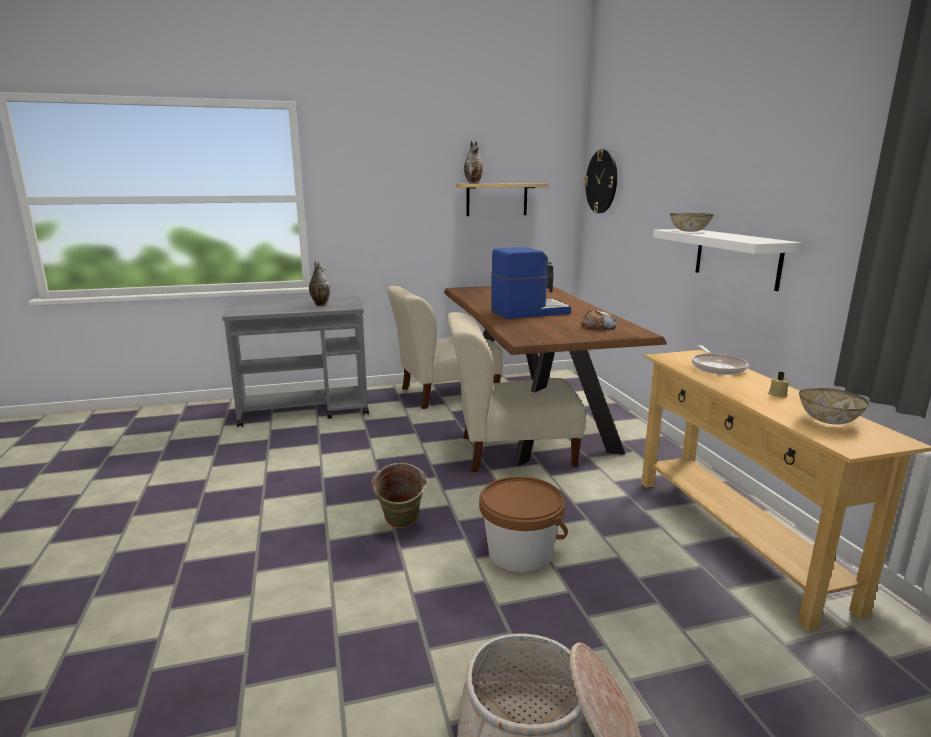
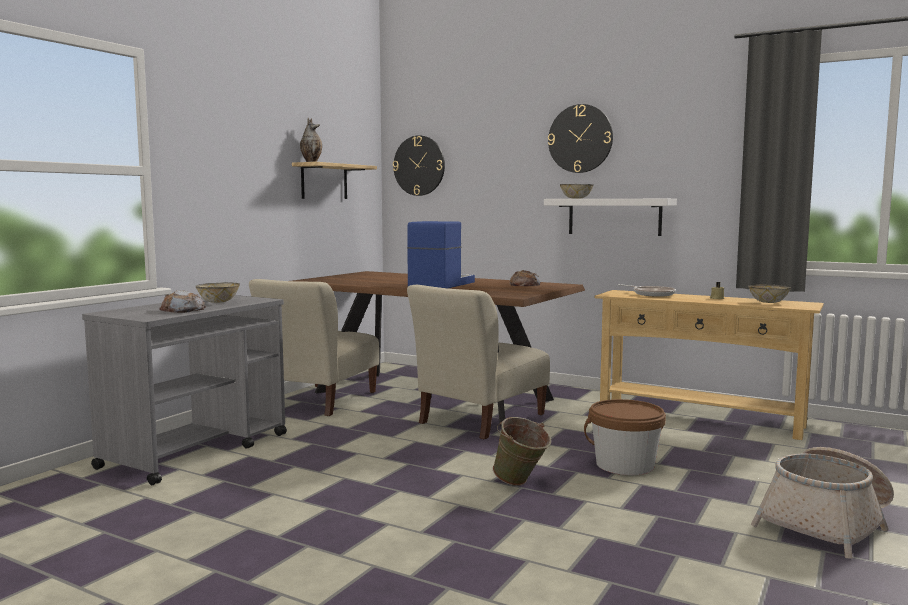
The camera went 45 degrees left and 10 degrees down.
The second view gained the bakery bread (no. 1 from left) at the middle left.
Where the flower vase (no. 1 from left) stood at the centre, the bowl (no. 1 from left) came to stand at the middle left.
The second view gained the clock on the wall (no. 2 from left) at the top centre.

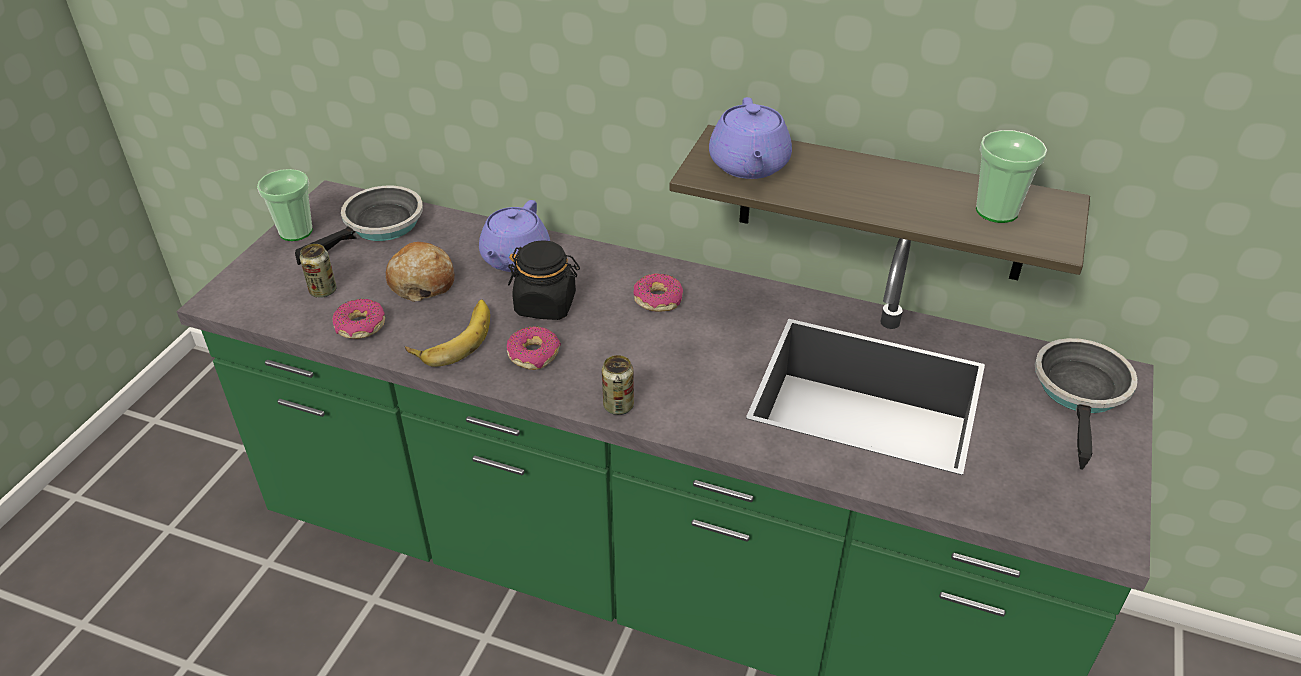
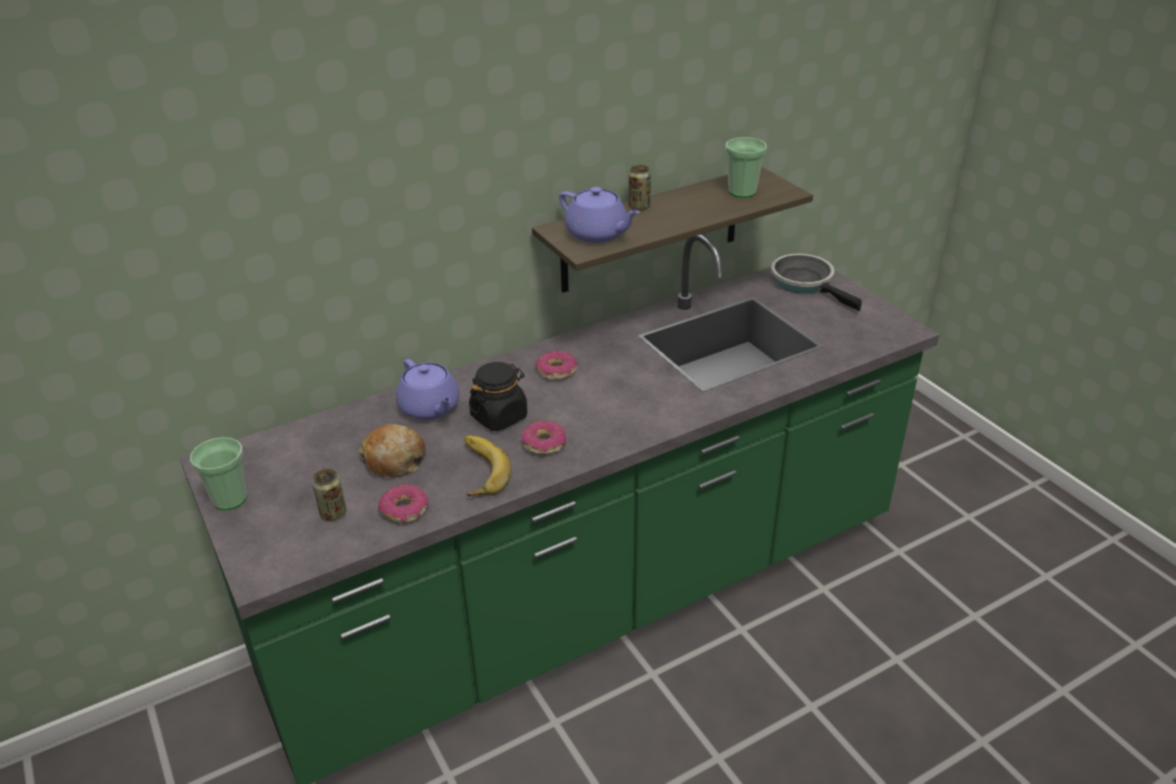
The camera went 50 degrees left and 5 degrees down.
The can (no. 2 from left) ended up elsewhere, having gone from the centre to the top centre.
The second view lost the pan (no. 1 from left) at the top left.

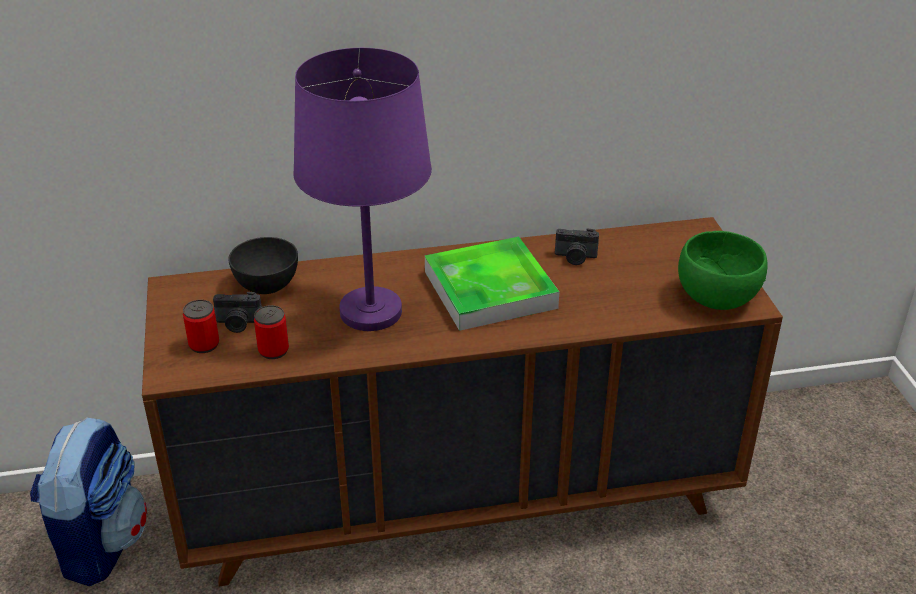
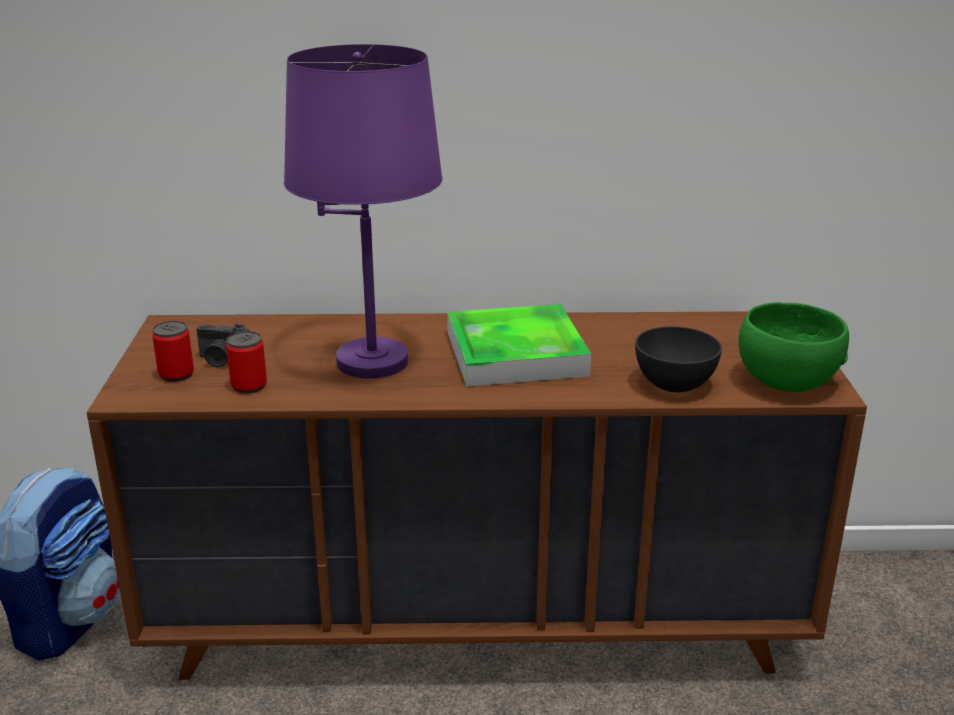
The camera went 10 degrees right and 10 degrees down.
The grey bowl ended up elsewhere, having gone from the middle left to the middle right.
The second view lost the still camera (no. 2 from left) at the centre.

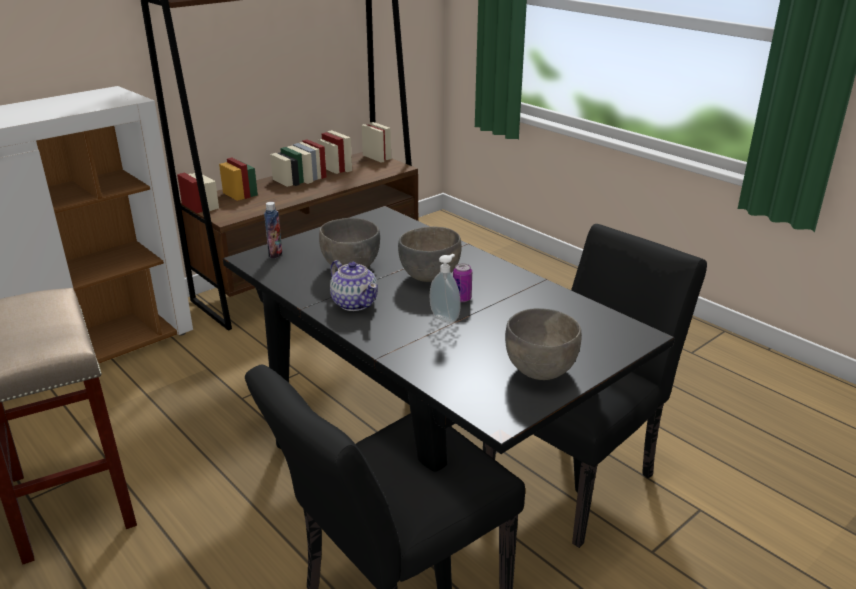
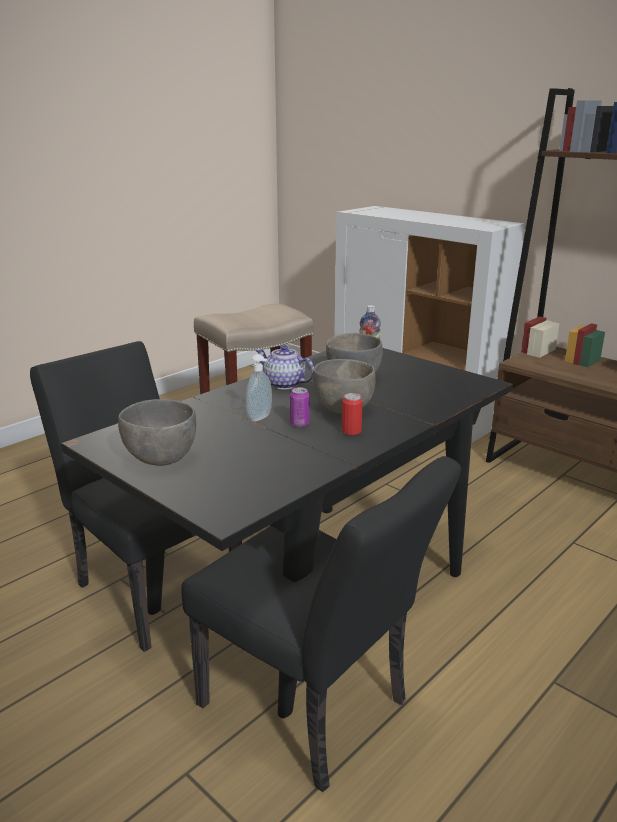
The camera went 85 degrees right and 5 degrees down.
The pot for tea at the centre ended up facing another way, 75 degrees clockwise from before.
The second view gained the can (no. 2 from left) at the centre.

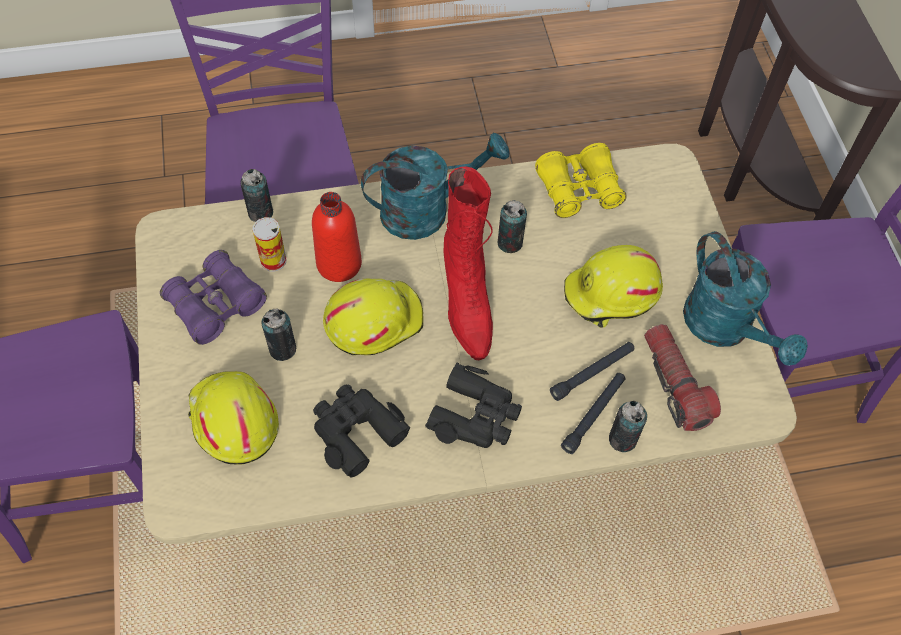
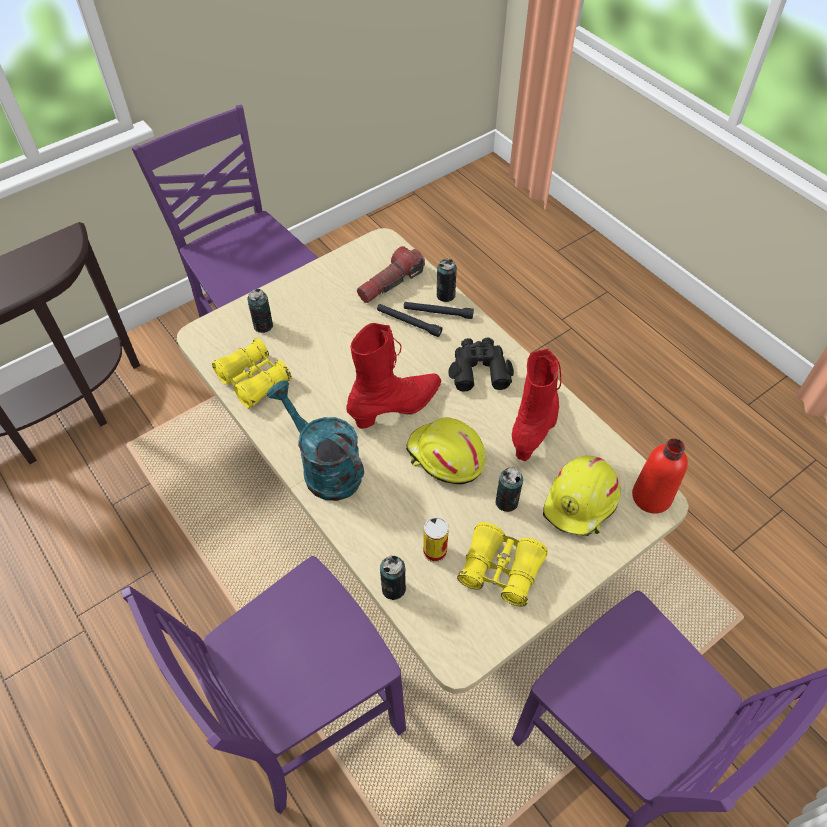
The camera went 115 degrees left and 5 degrees down.
The can (no. 4 from left in the first image) ended up elsewhere, having gone from the centre to the middle left.
What was the purple-coloured pair of binoculars at the middle left turned into the yellow pair of binoculars (no. 2 from left) at the bottom centre.
Where the blackish pair of binoculars (no. 1 from left) stood at the bottom centre, the reddish boot (no. 2 from left) came to stand at the centre.
The reddish drink bottle ended up elsewhere, having gone from the centre to the middle right.
The second view lost the yellow hard hat (no. 3 from left) at the middle right.
The second view lost the turquoise watering can (no. 2 from left) at the middle right.

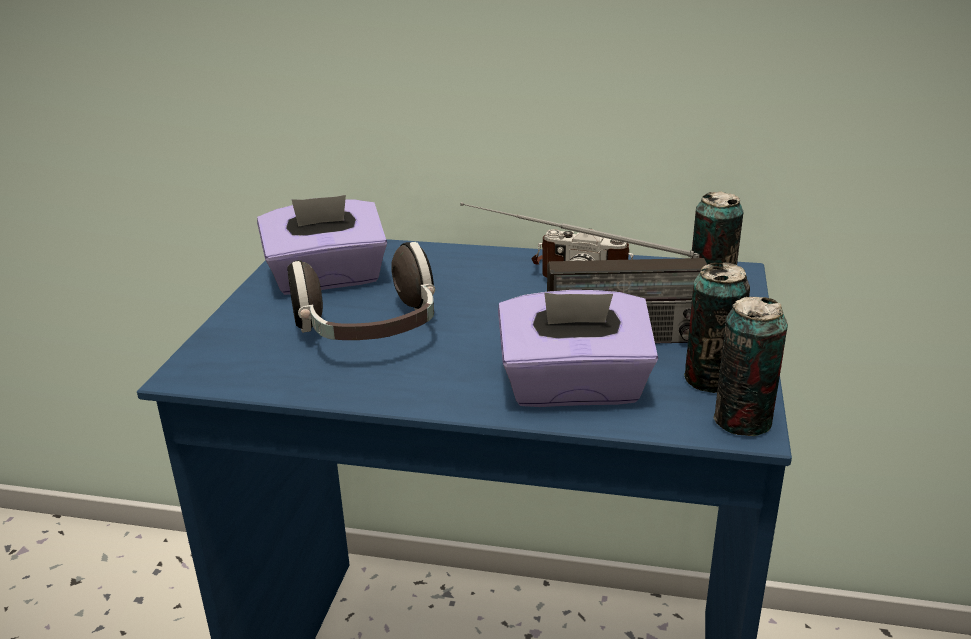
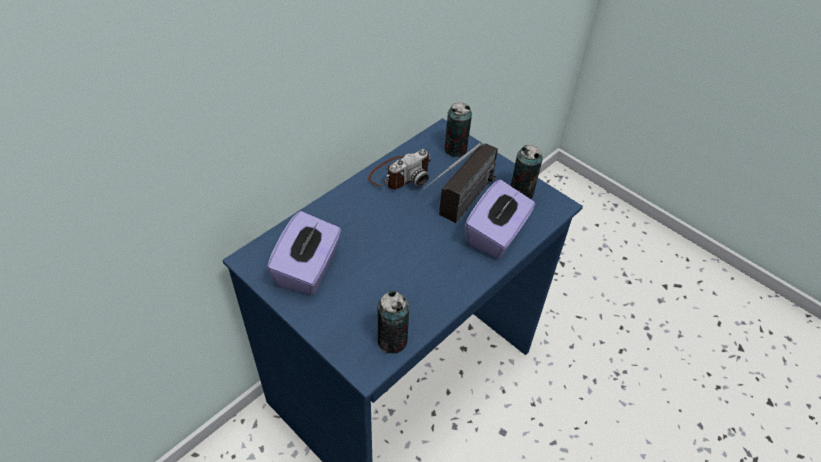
The camera went 60 degrees left and 20 degrees up.
The can (no. 3 from left in the first image) ended up elsewhere, having gone from the middle right to the bottom centre.
The second view lost the headphones at the centre.

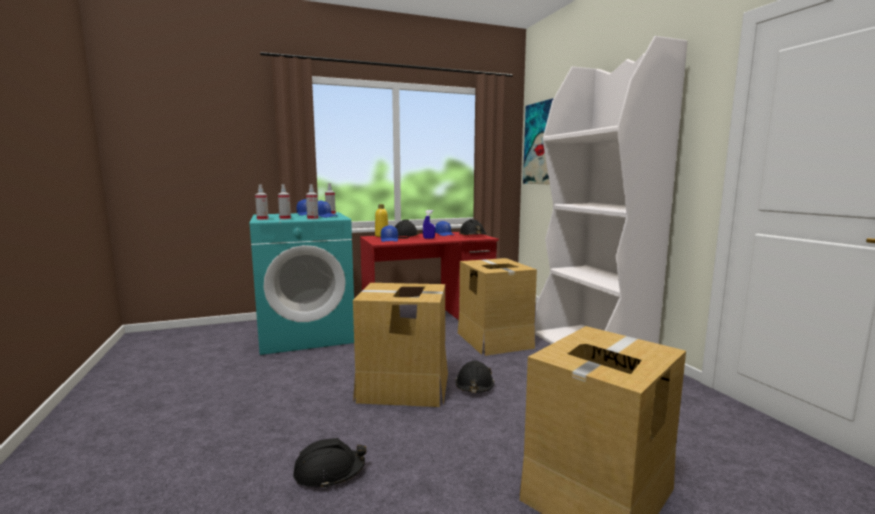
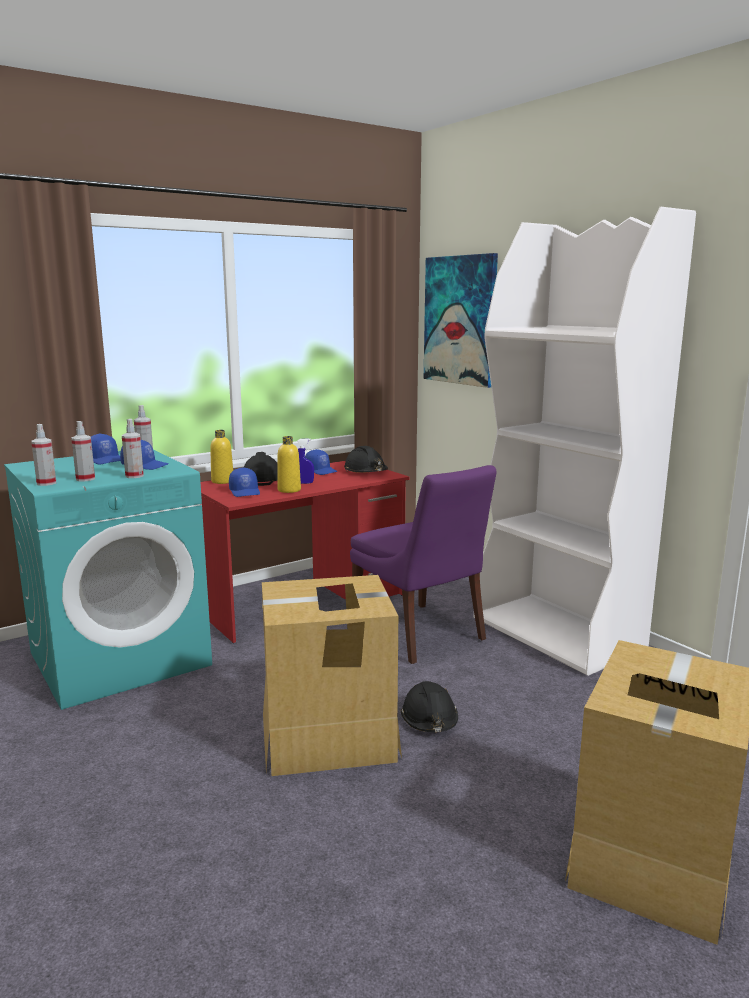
The camera went 15 degrees left and 5 degrees up.
The second view gained the yellow drink bottle (no. 2 from left) at the centre.
Where the packing box (no. 2 from left) stood at the centre, the purple-coloured plain chair came to stand at the centre.
The second view lost the blackish hard hat (no. 1 from left) at the bottom centre.

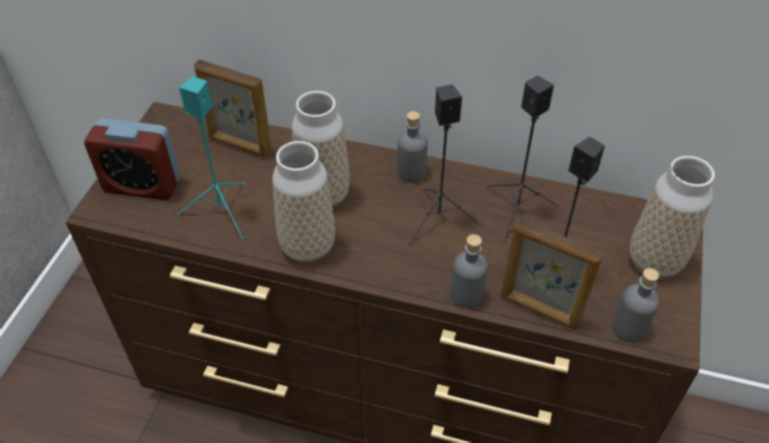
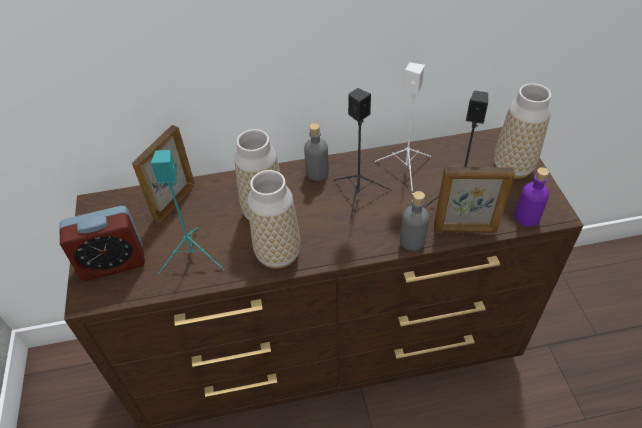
The camera went 25 degrees left and 0 degrees up.
The photo frame (no. 1 from left) at the top left ended up facing another way, 120 degrees clockwise from before.
What was the blackish loudspeaker (no. 2 from left) at the middle right turned into the whitish loudspeaker at the top centre.
What was the grey drink bottle (no. 3 from left) at the bottom right turned into the purple-coloured drink bottle at the middle right.

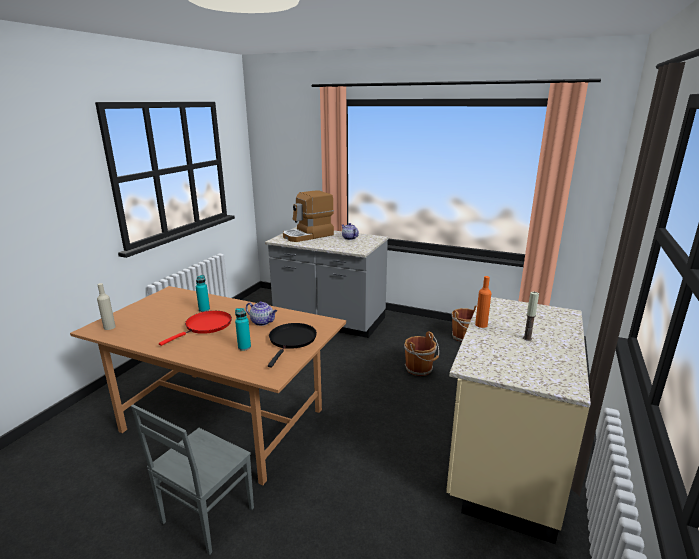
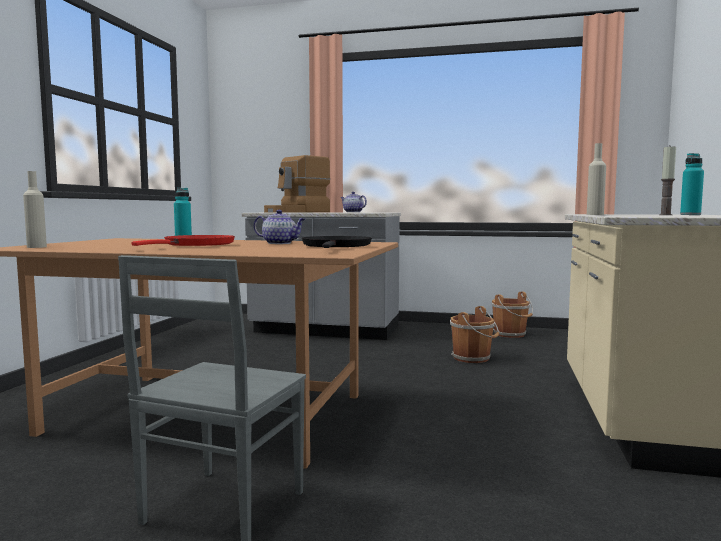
The camera went 10 degrees left and 15 degrees down.
What was the orange drink bottle at the middle right turned into the beige-coloured drink bottle (no. 2 from left) at the top right.
The turquoise drink bottle (no. 2 from left) ended up elsewhere, having gone from the centre to the middle right.

